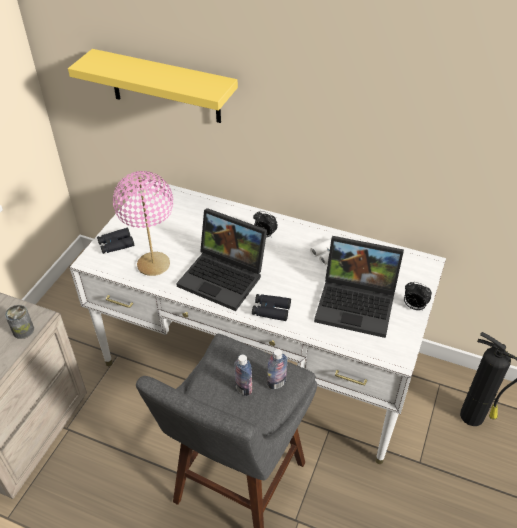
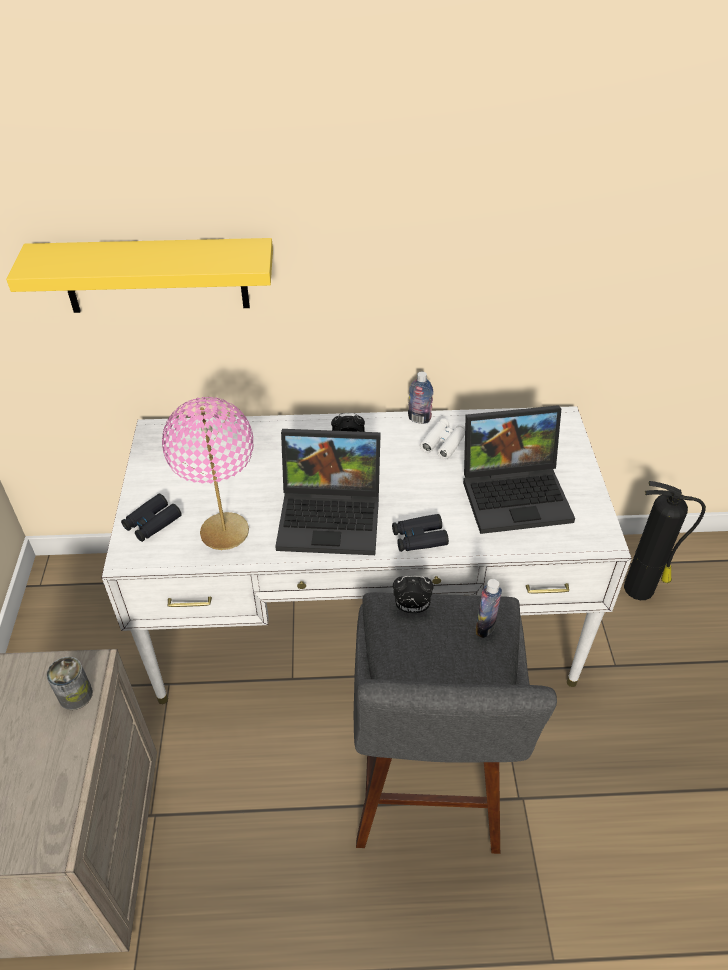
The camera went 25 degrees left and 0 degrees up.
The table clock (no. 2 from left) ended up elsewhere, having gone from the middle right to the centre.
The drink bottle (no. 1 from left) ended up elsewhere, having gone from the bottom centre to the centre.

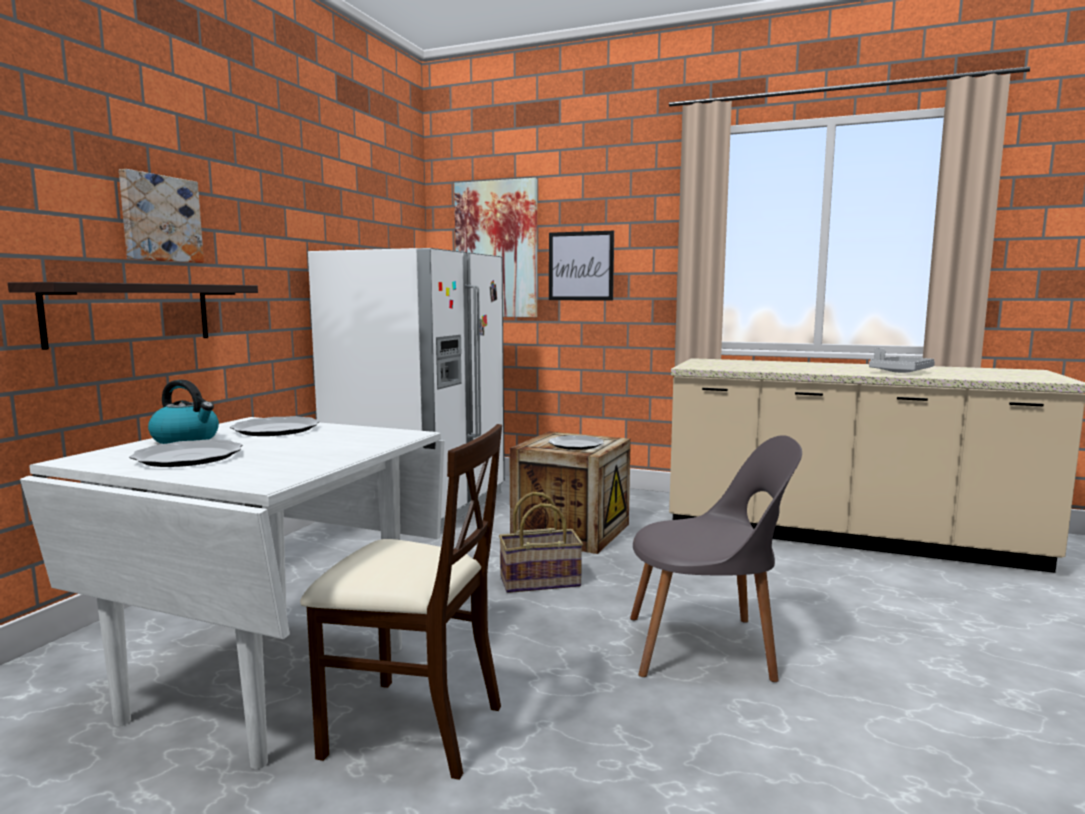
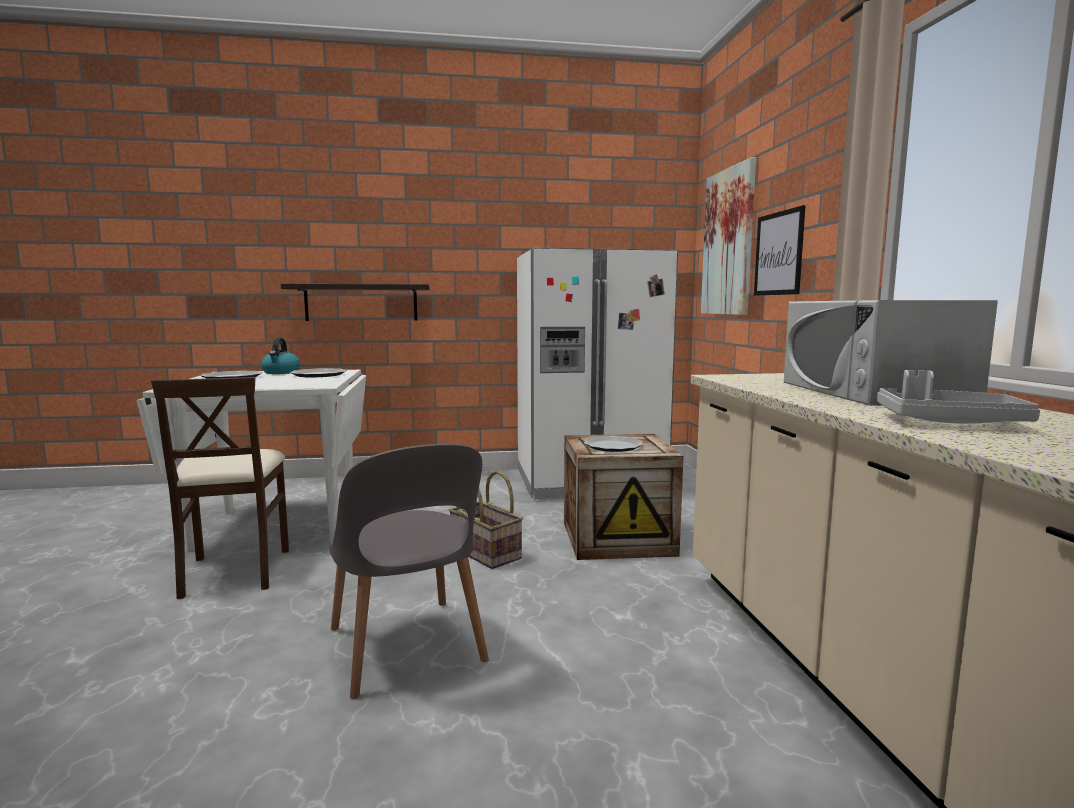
The camera went 60 degrees right and 0 degrees up.
The second view gained the whitish kitchen microwave at the middle right.
The second view lost the wall art (no. 1 from left) at the top left.

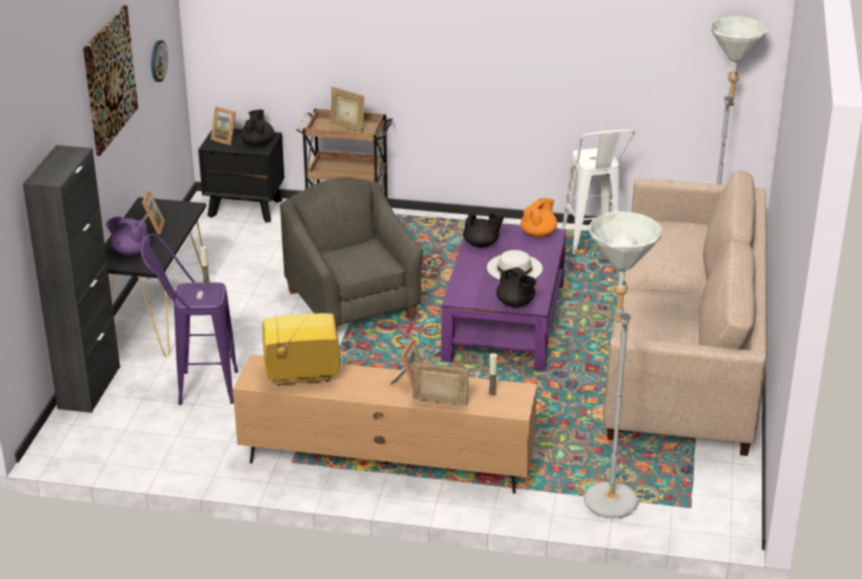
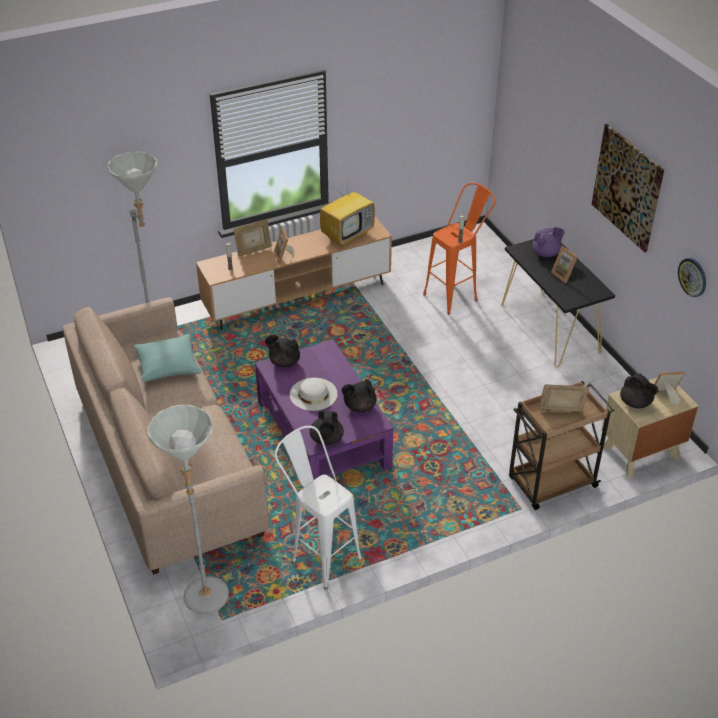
The camera went 145 degrees right and 10 degrees up.
The second view gained the turquoise throw pillow at the middle left.
What was the orange pot for tea at the centre turned into the blackish pot for tea (no. 2 from left) at the centre.
What was the purple-coloured sitting stool at the middle left turned into the orange sitting stool at the centre.
What was the blackish night table at the top left turned into the beige-coloured night table at the middle right.
The second view lost the blackish cupboard at the middle left.
The second view lost the grey armchair at the centre.

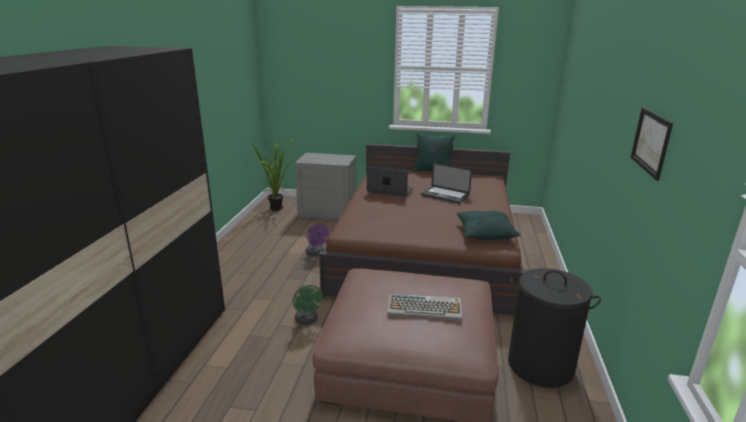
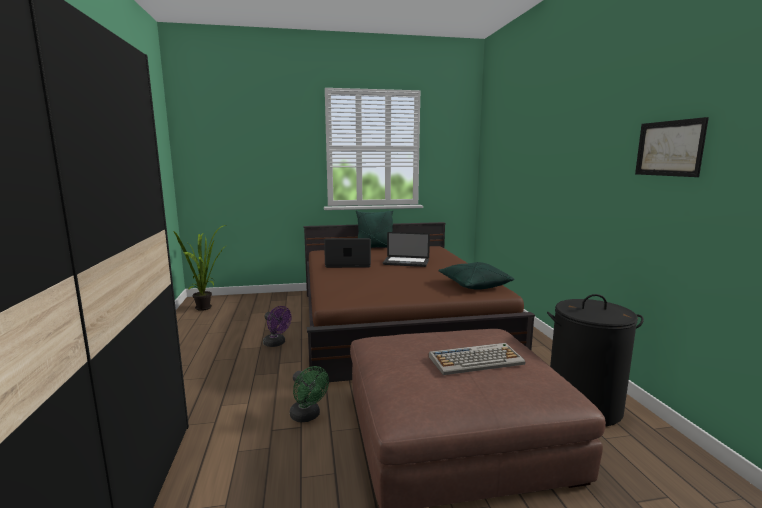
The camera went 20 degrees left and 10 degrees down.
The second view lost the grey night table at the centre.

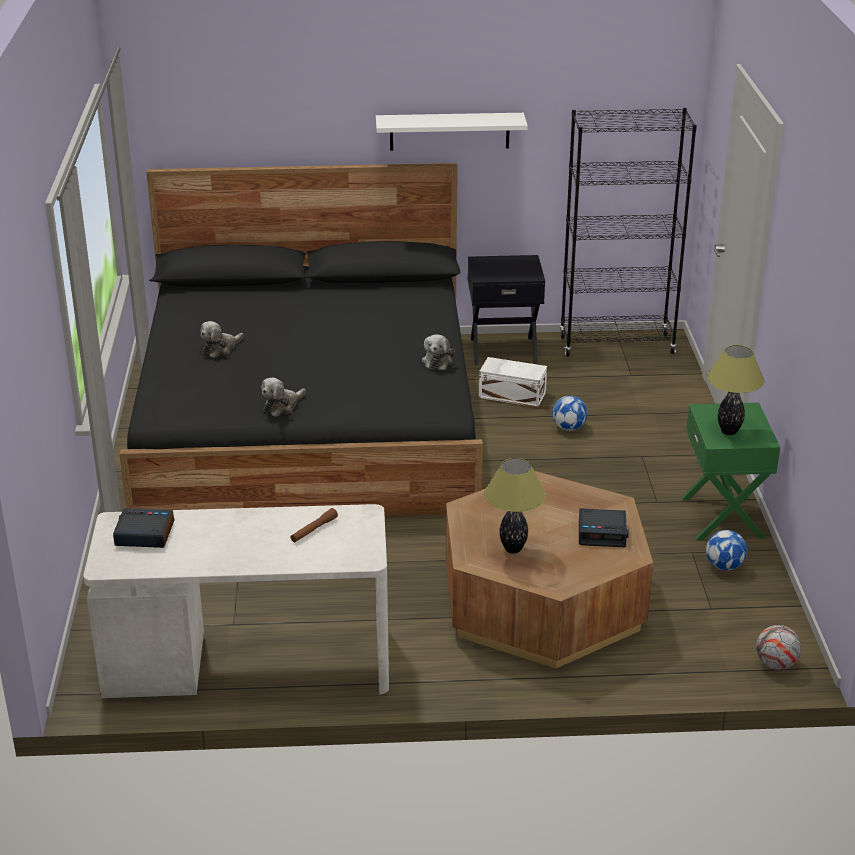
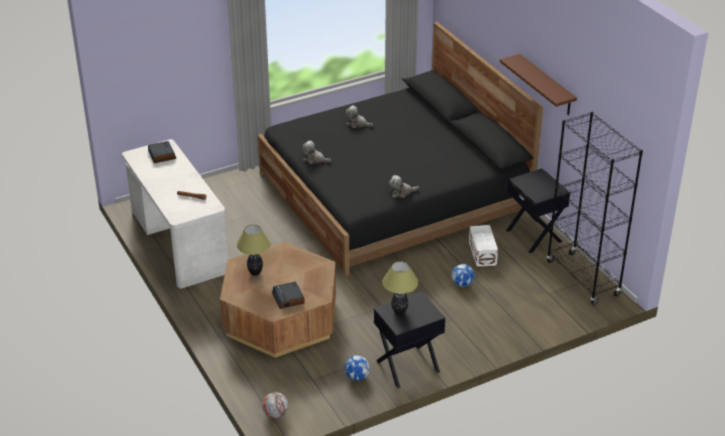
The camera went 65 degrees right and 5 degrees up.
What was the green night table at the middle right turned into the blackish night table (no. 1 from left) at the bottom centre.
What was the whitish shelf at the top centre turned into the brownish shelf at the top right.

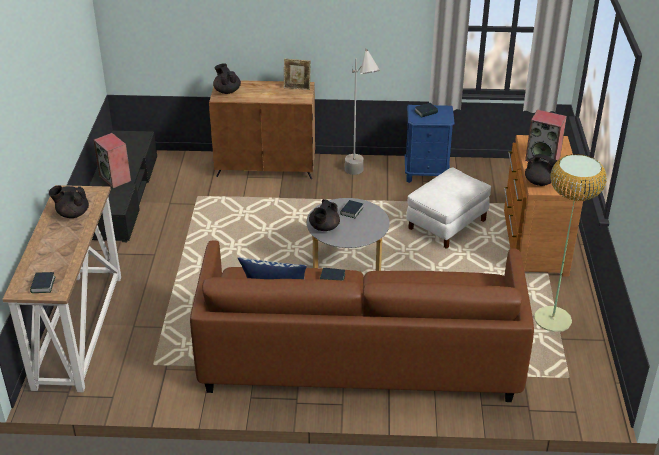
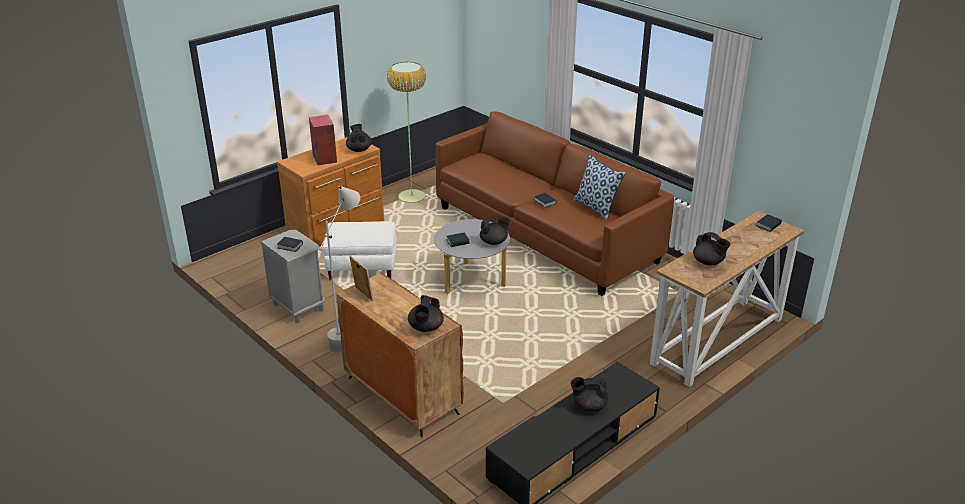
The camera went 135 degrees left and 5 degrees down.
What was the bluish night table at the top centre turned into the grey night table at the middle left.
Where the loudspeaker (no. 1 from left) stood at the middle left, the blackish pot for tea (no. 4 from left) came to stand at the bottom centre.

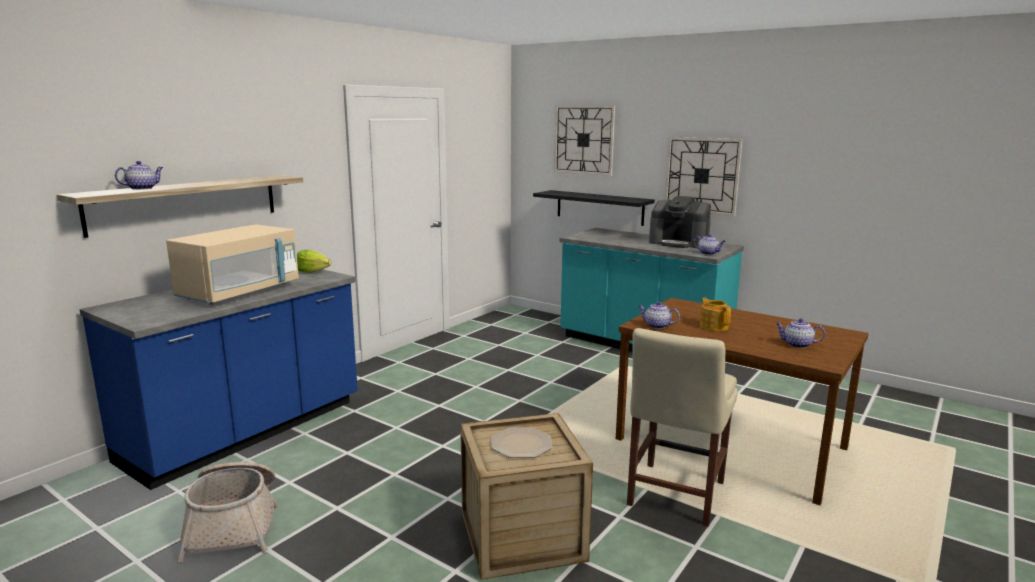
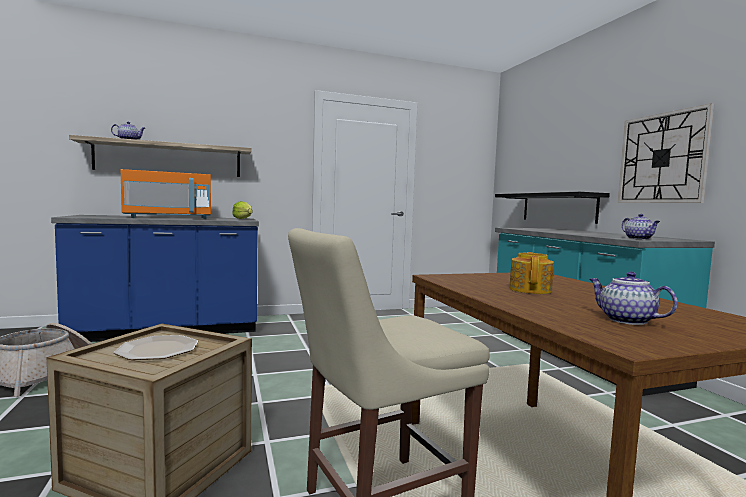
The camera went 35 degrees right and 10 degrees down.
What was the beige-coloured kitchen microwave at the middle left turned into the orange kitchen microwave at the middle left.
The second view lost the clock on the wall (no. 1 from left) at the top centre.
The second view lost the pot for tea (no. 2 from left) at the centre.
The second view lost the coffee machine at the centre.

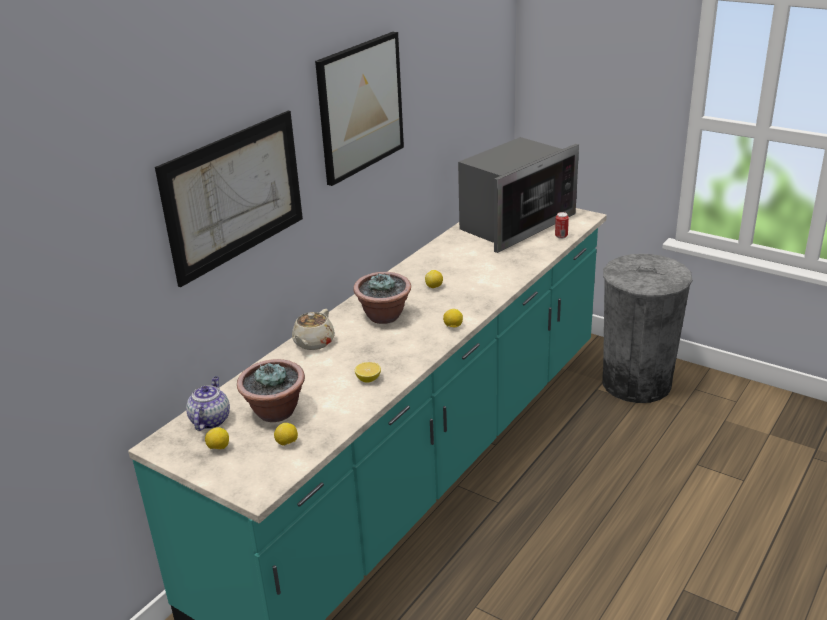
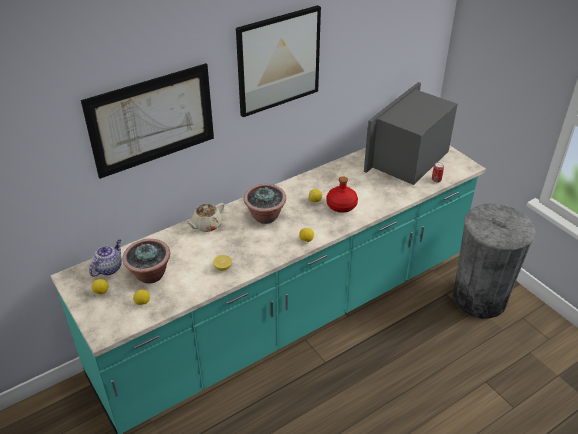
The camera went 20 degrees right and 10 degrees up.
The second view gained the reddish drink bottle at the centre.
The kitchen microwave at the top centre ended up facing another way, 150 degrees clockwise from before.

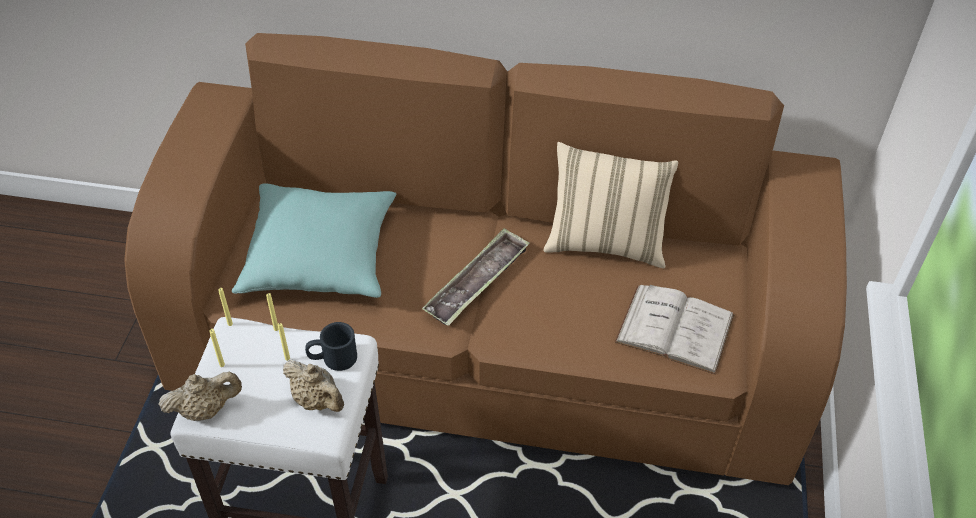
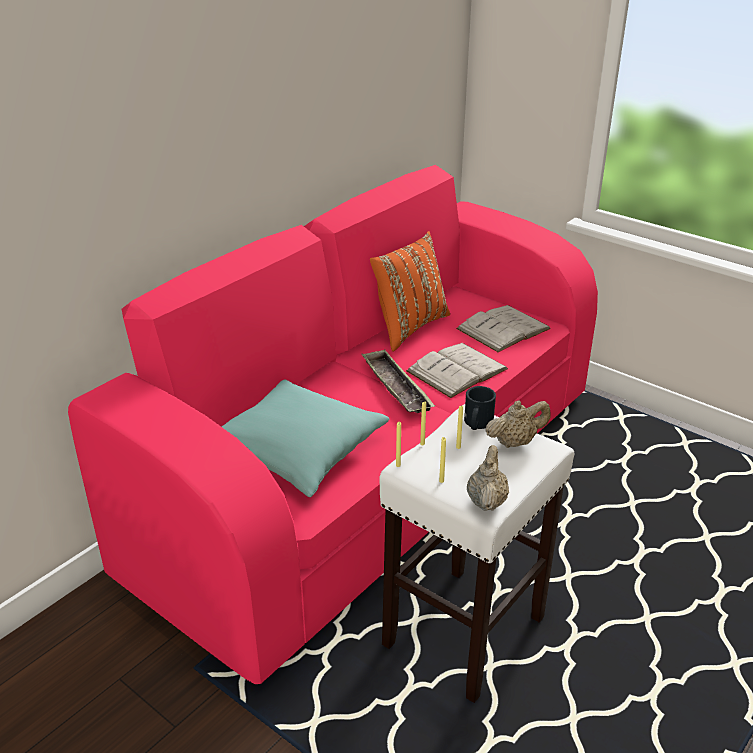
The camera went 60 degrees left and 15 degrees down.
What was the brownish settee at the centre turned into the pink-coloured settee at the centre.
What was the beige-coloured throw pillow at the centre turned into the orange throw pillow at the centre.
The second view gained the whitish bound book (no. 1 from left) at the centre.

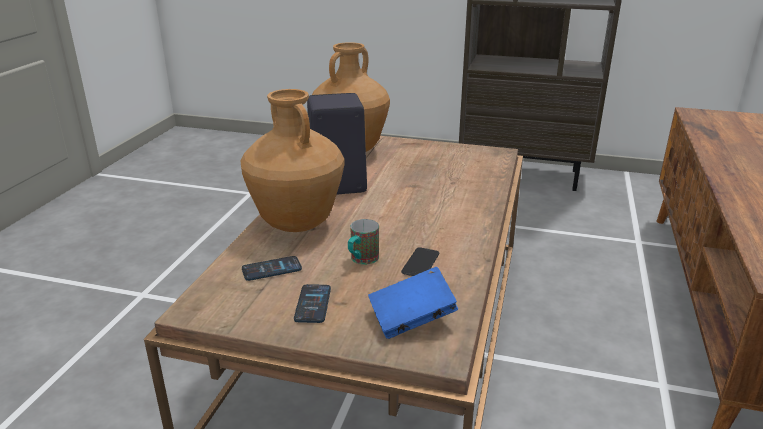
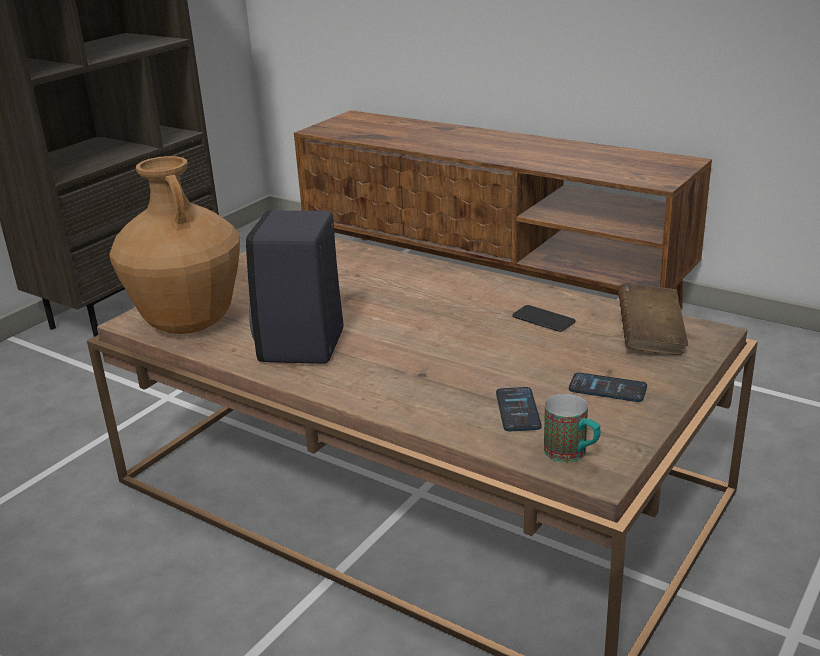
The camera went 70 degrees left and 0 degrees up.
The coffee mug ended up elsewhere, having gone from the centre to the middle right.
What was the bluish bound book at the bottom centre turned into the brownish bound book at the middle right.
The second view lost the brownish flower vase (no. 1 from left) at the centre.

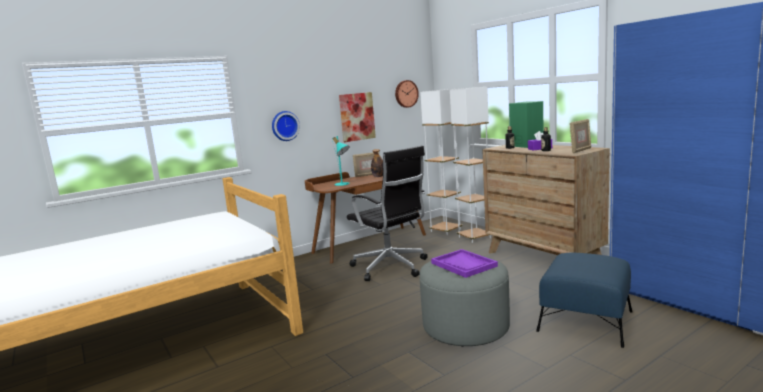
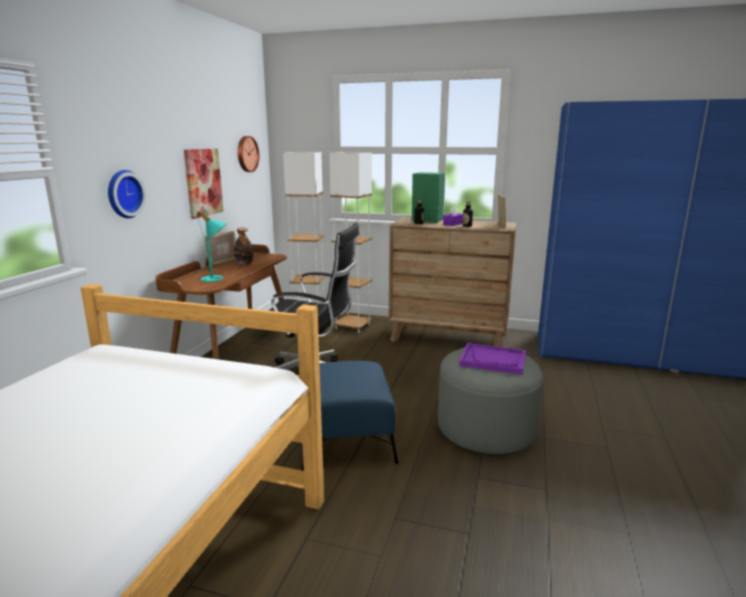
The camera went 40 degrees left and 5 degrees up.
The bluish footrest ended up elsewhere, having gone from the bottom right to the bottom centre.

